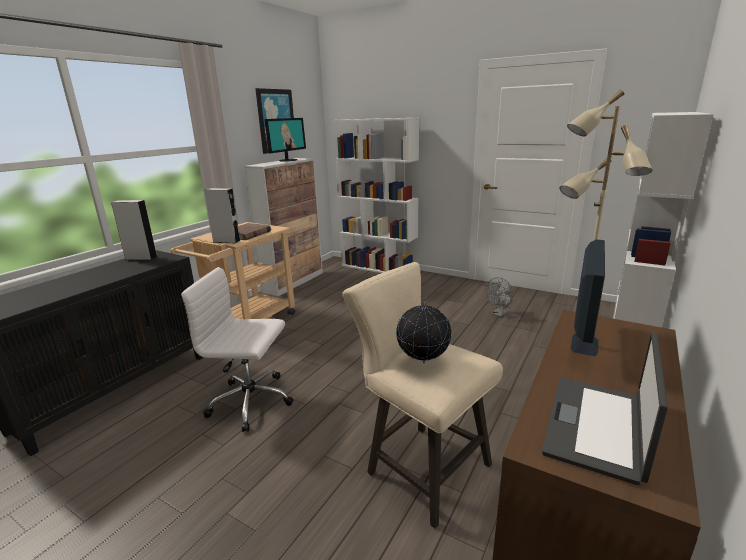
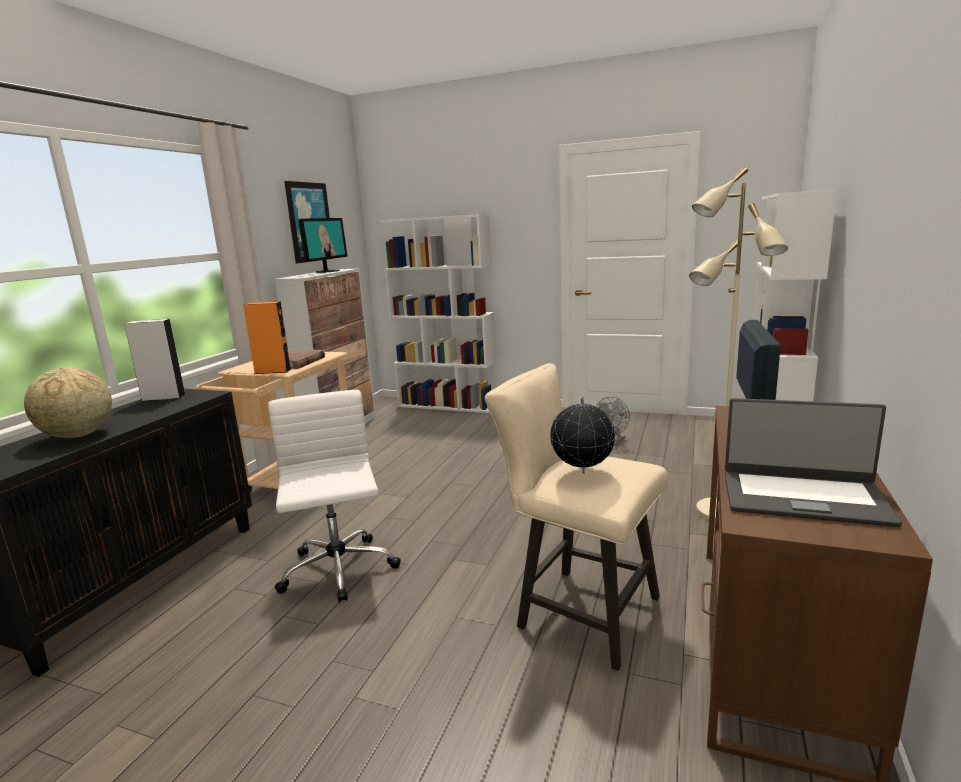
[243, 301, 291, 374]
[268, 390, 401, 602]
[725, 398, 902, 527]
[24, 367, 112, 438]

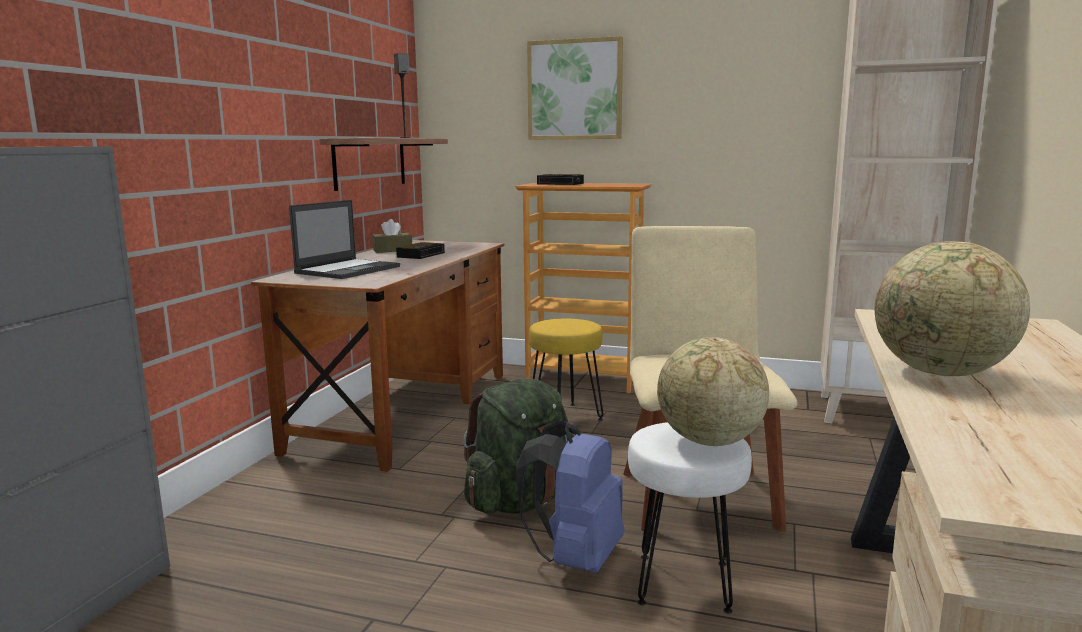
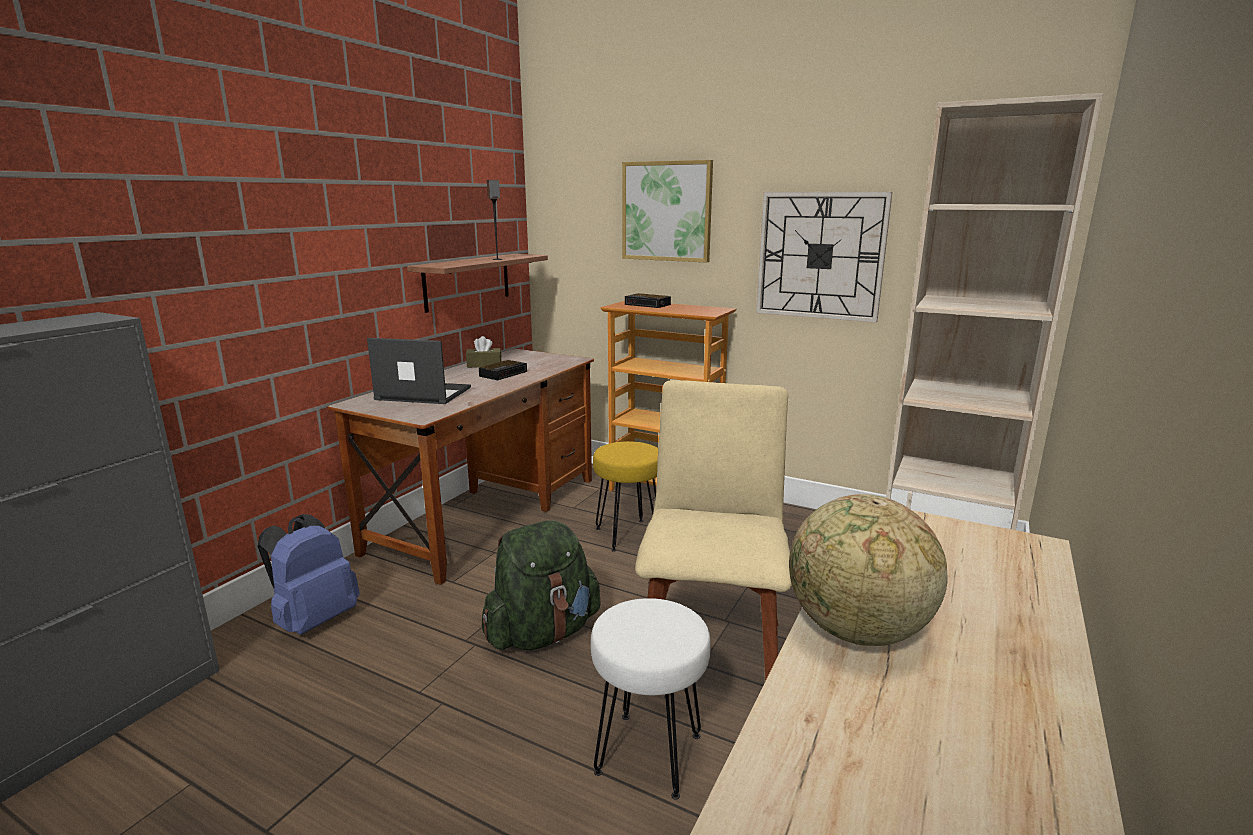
[367, 338, 471, 404]
[657, 337, 769, 446] (first image)
[258, 514, 360, 635]
[756, 192, 892, 323]

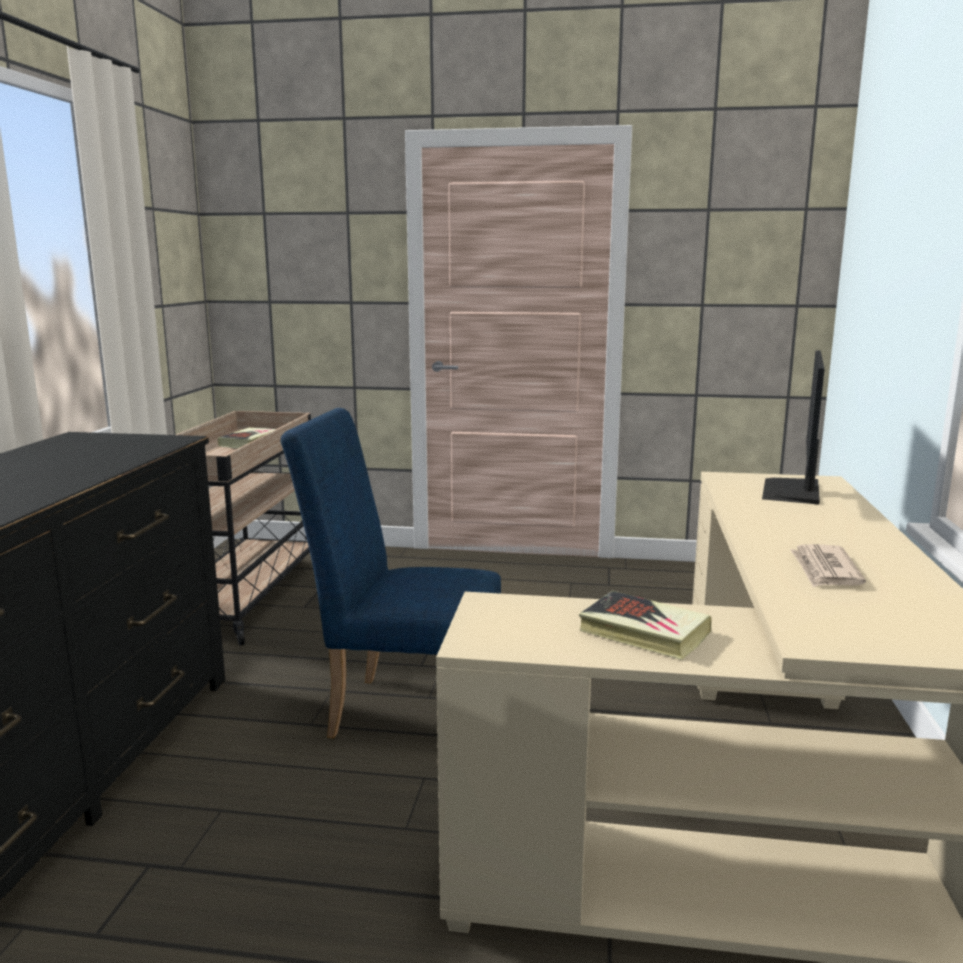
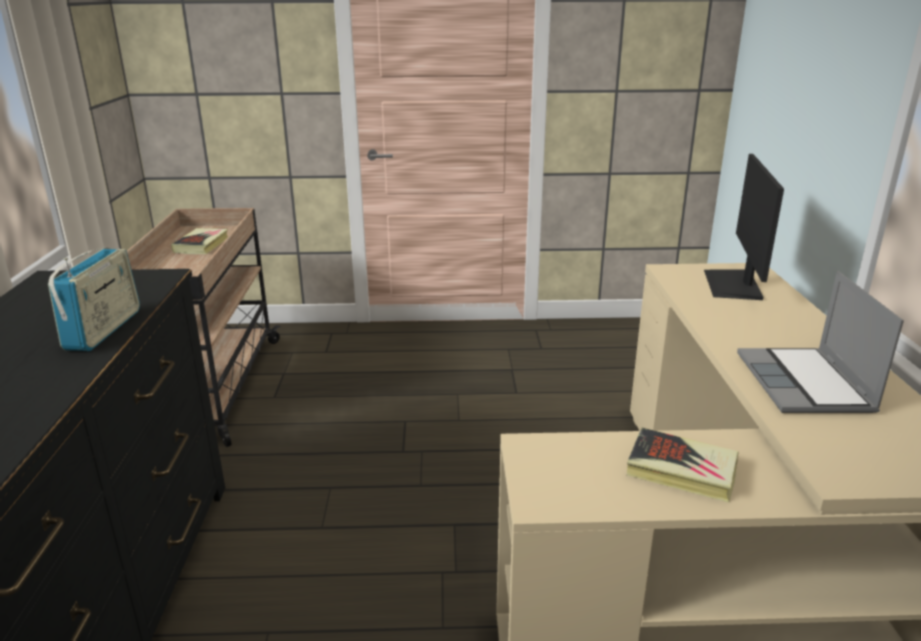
[281, 408, 501, 739] (first image)
[737, 271, 904, 413]
[48, 247, 140, 351]

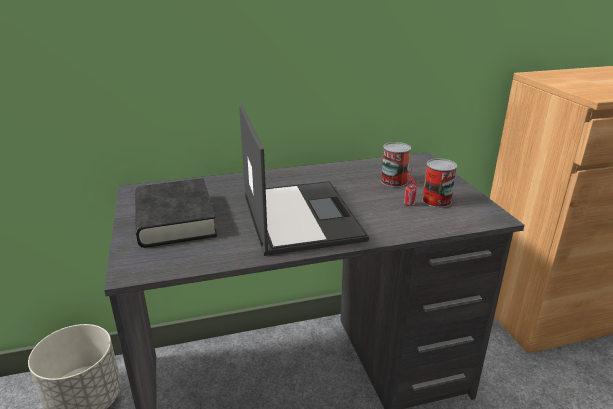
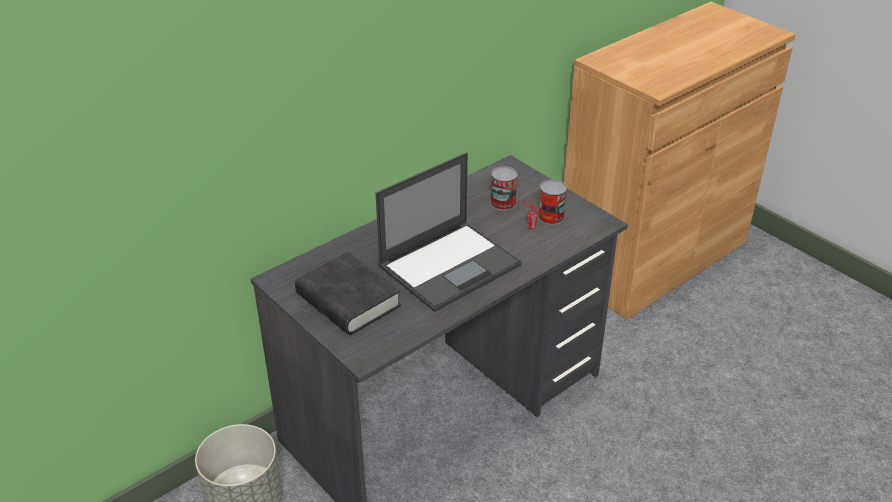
[375, 152, 522, 312]

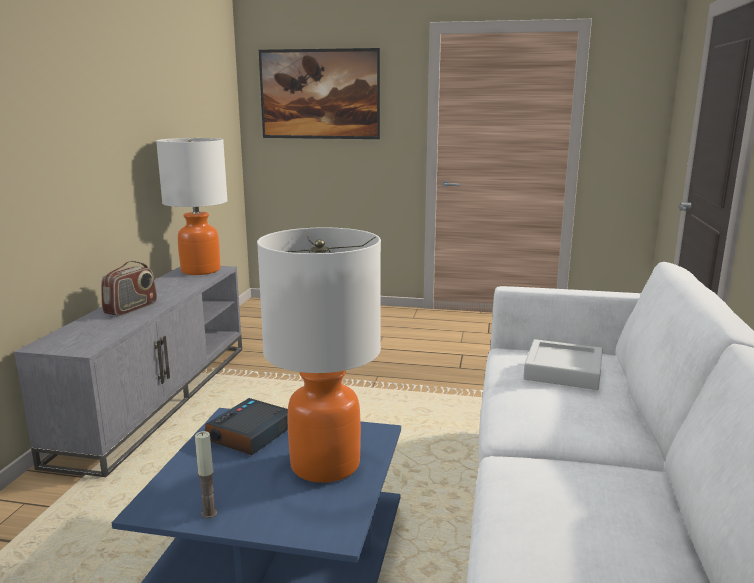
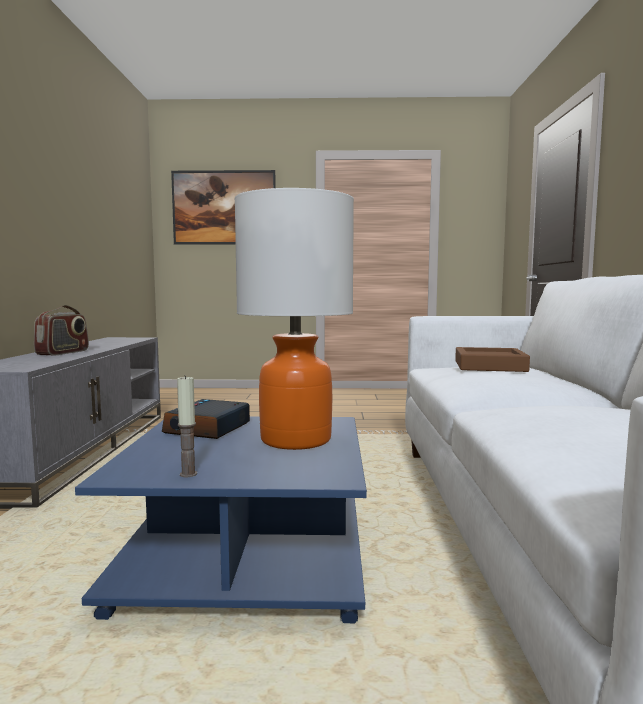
[156, 138, 228, 275] (first image)
[455, 347, 530, 372]

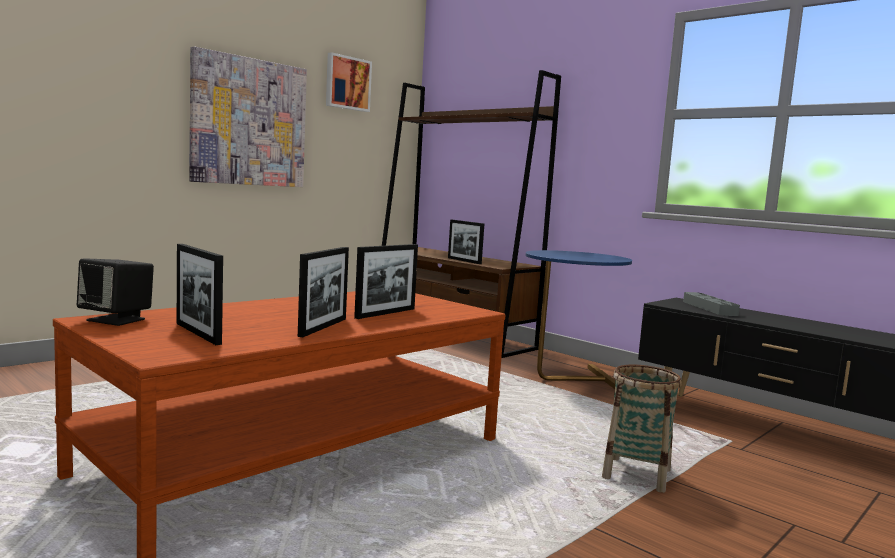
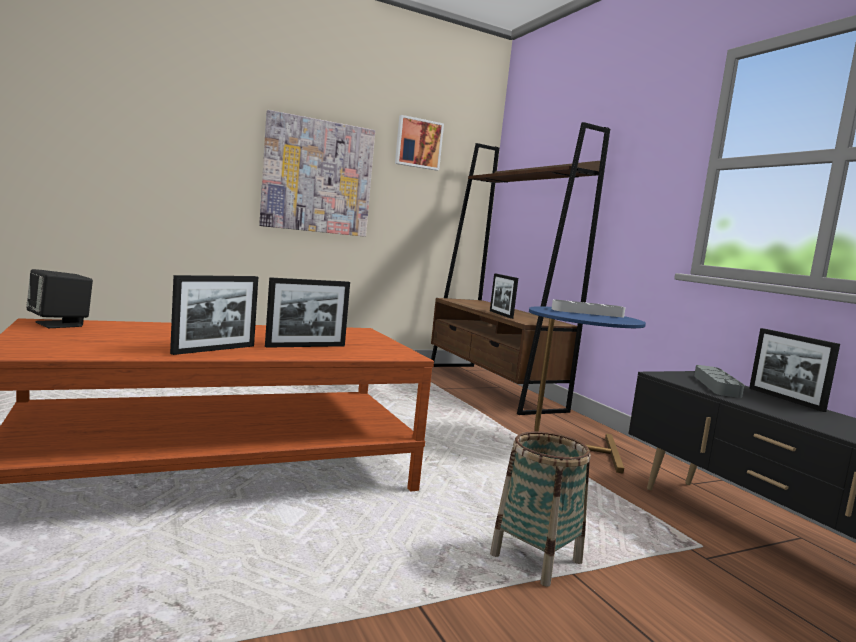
[749, 328, 840, 412]
[552, 299, 625, 317]

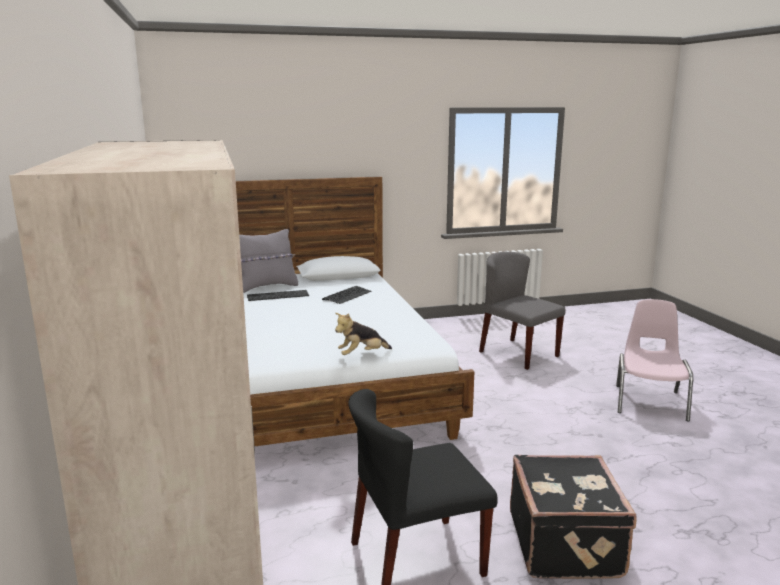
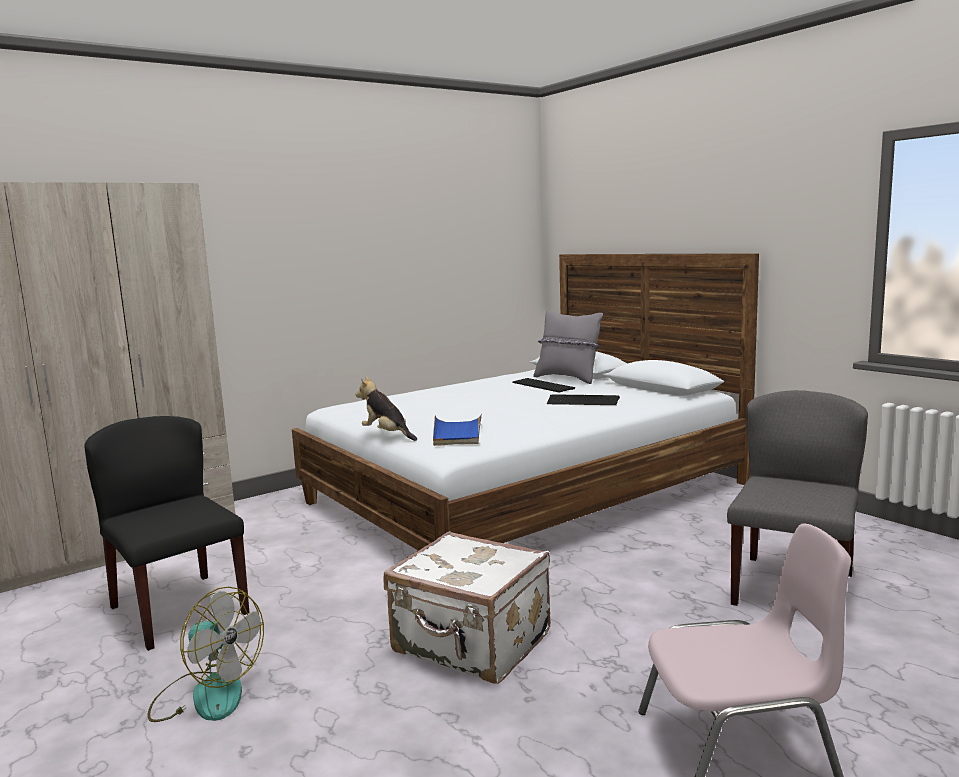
[147, 586, 264, 722]
[433, 414, 482, 446]
[383, 531, 551, 684]

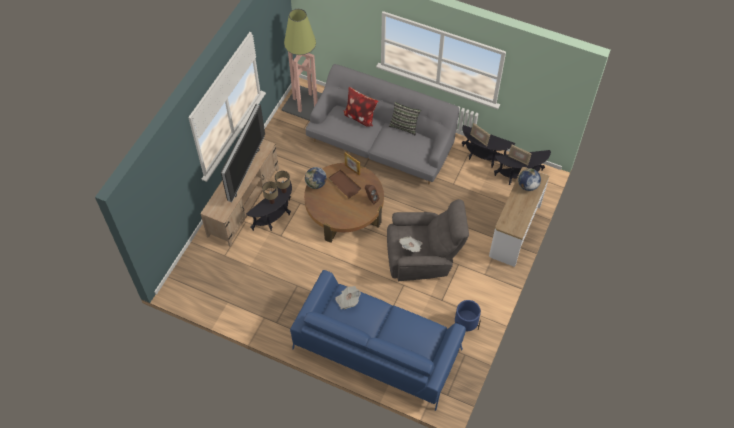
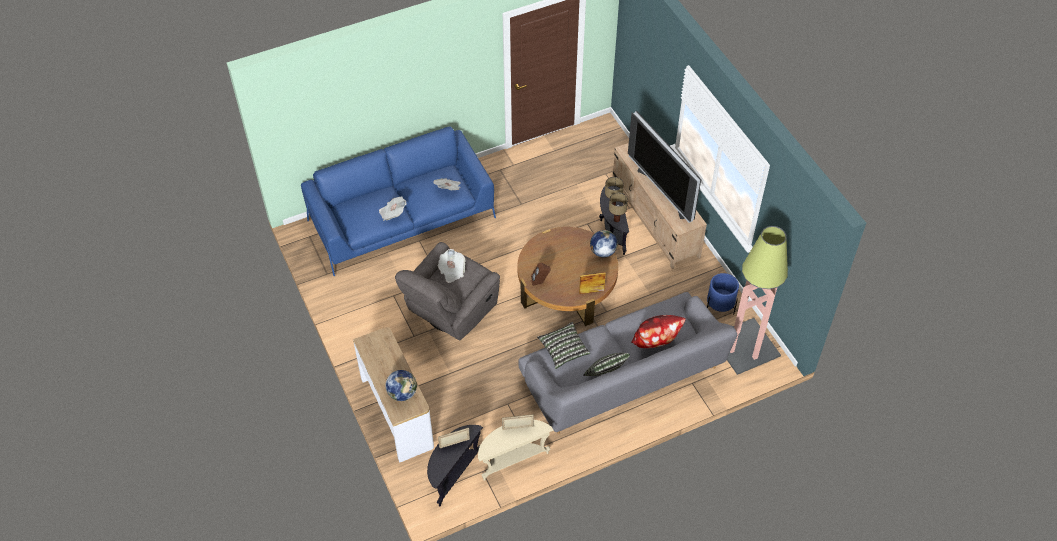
[478, 420, 554, 481]
[328, 169, 362, 198] (first image)
[707, 273, 739, 315]
[379, 196, 407, 221]
[537, 322, 590, 369]

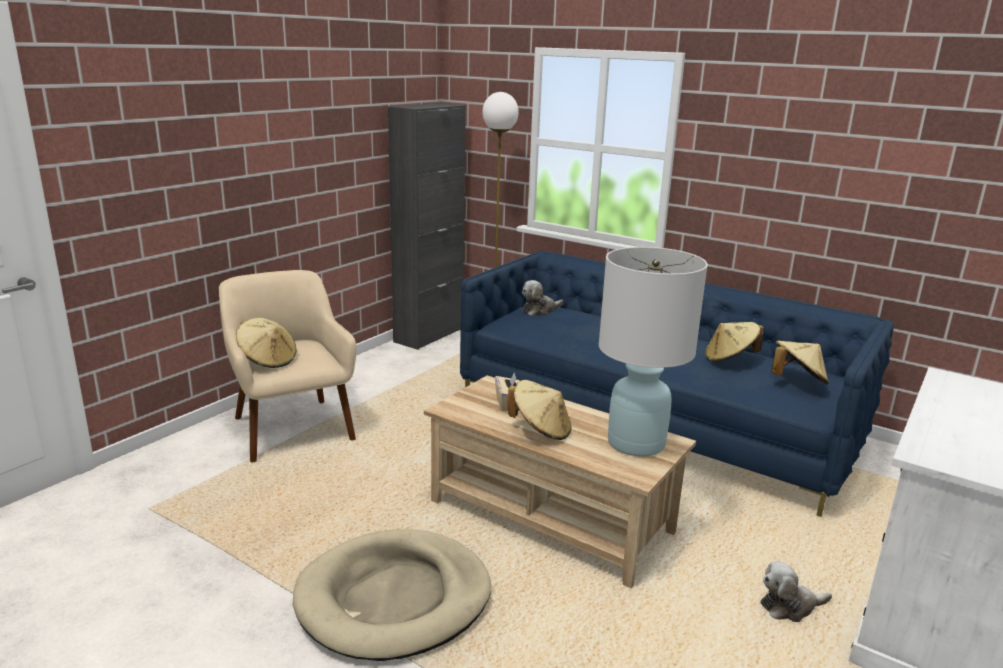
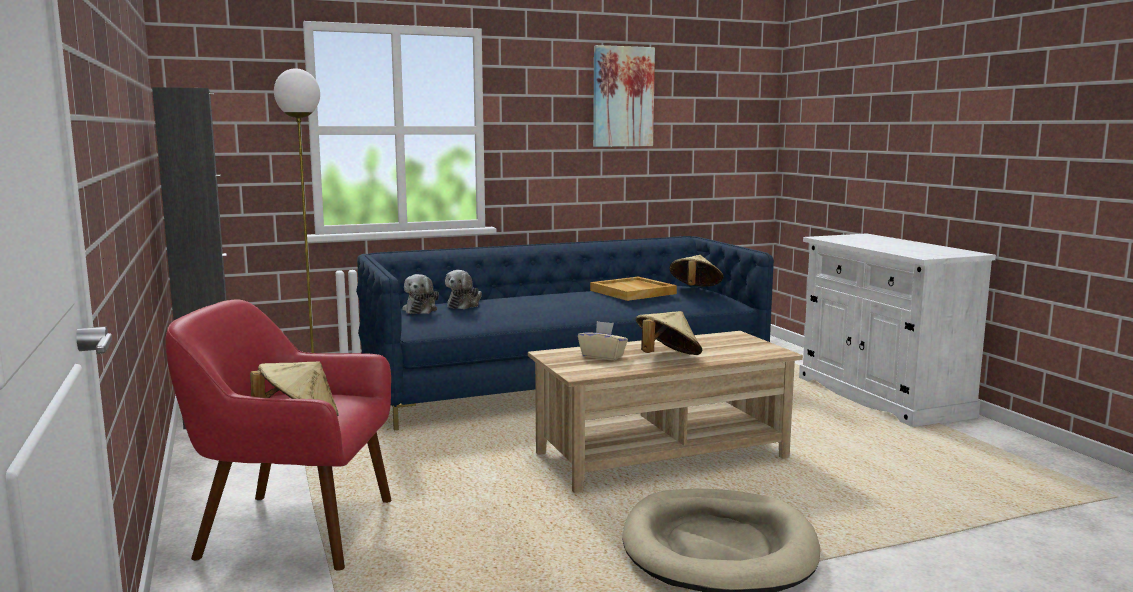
[599, 247, 708, 457] (first image)
[165, 299, 391, 571]
[590, 277, 677, 301]
[445, 270, 482, 309]
[593, 45, 655, 147]

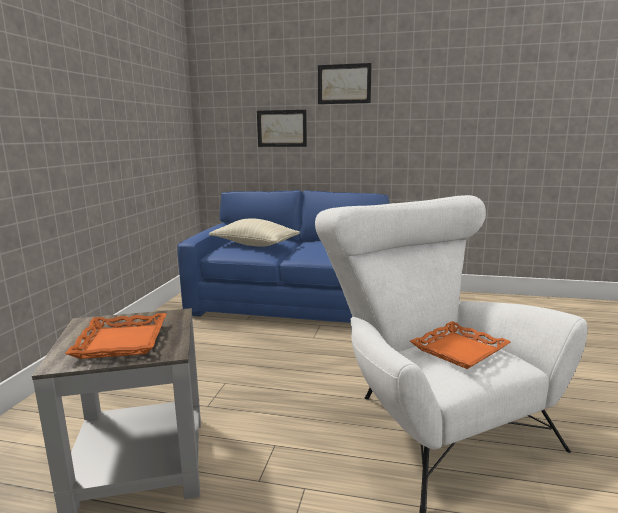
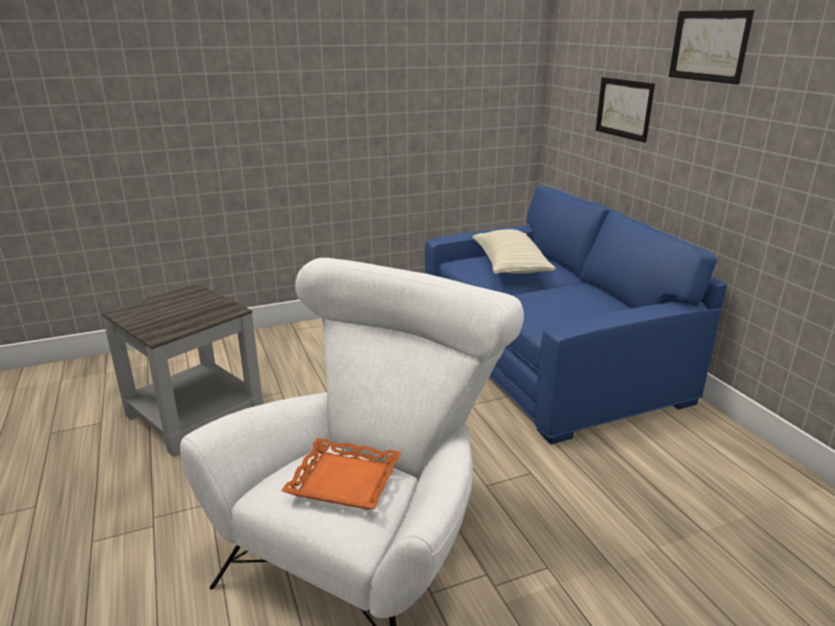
[65, 313, 166, 359] (first image)

